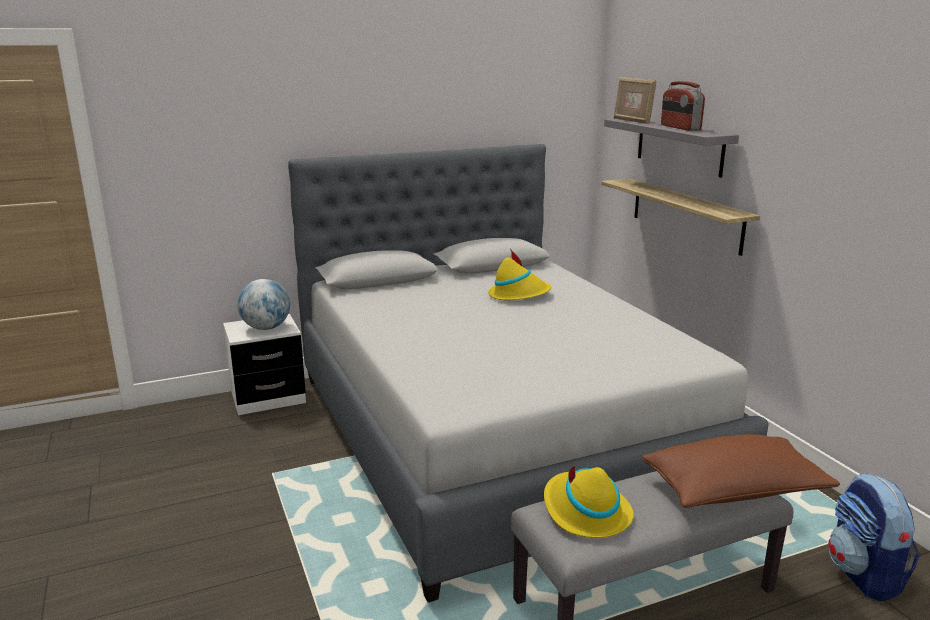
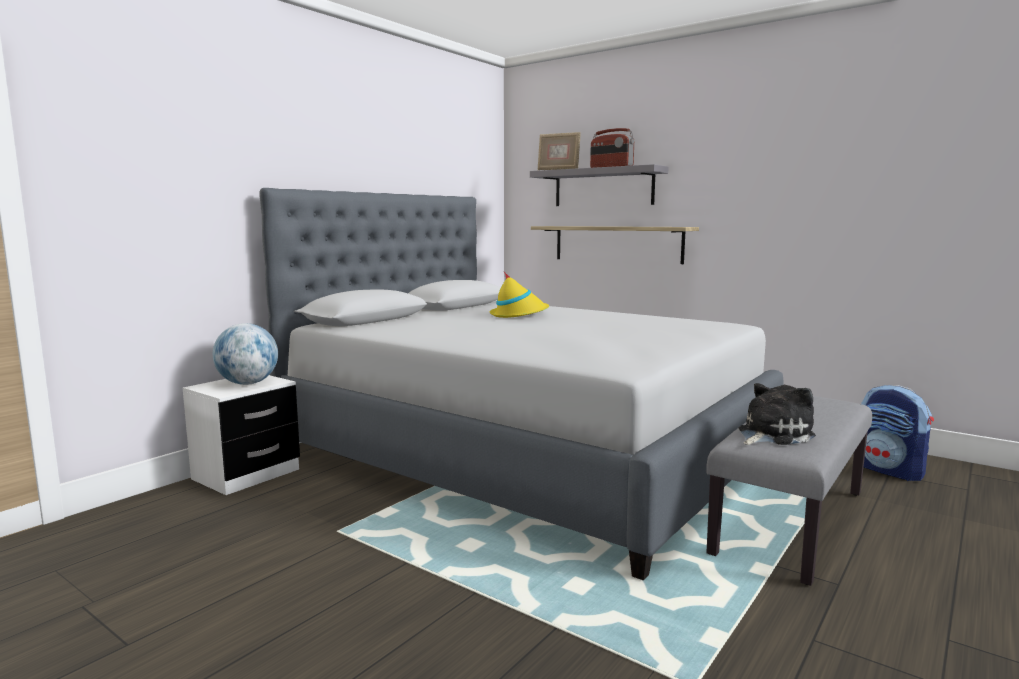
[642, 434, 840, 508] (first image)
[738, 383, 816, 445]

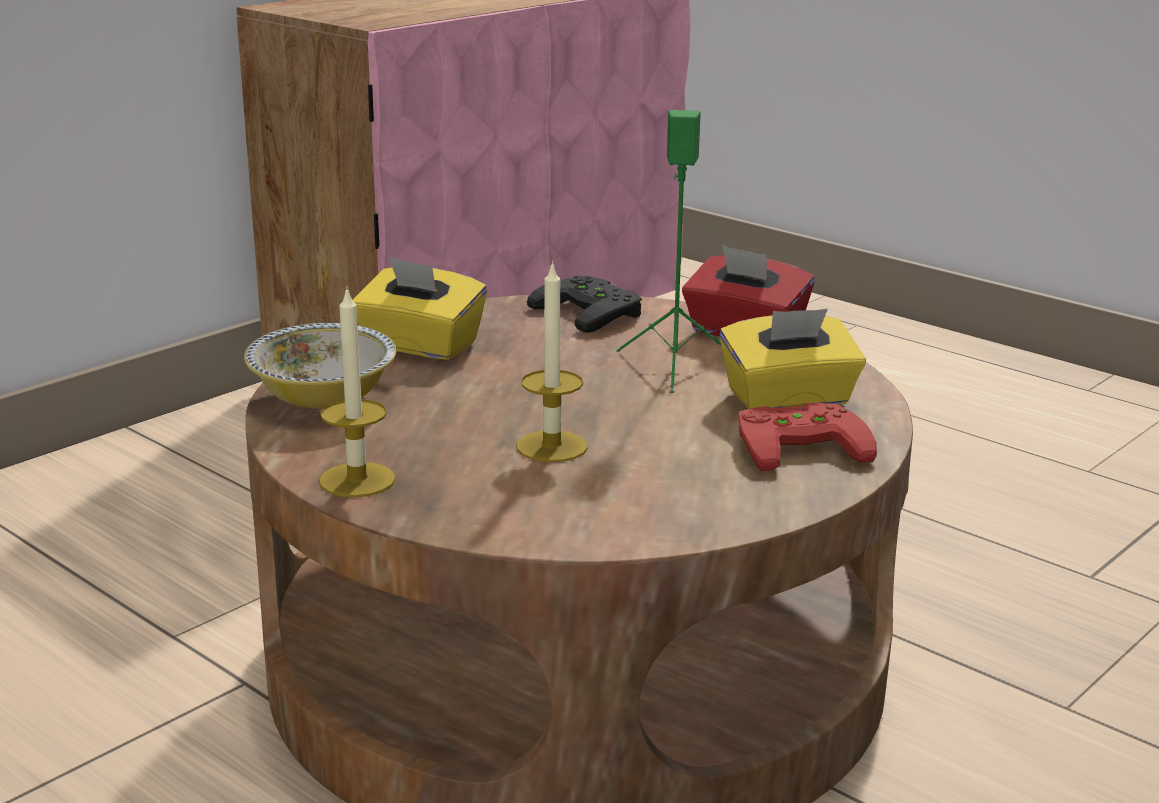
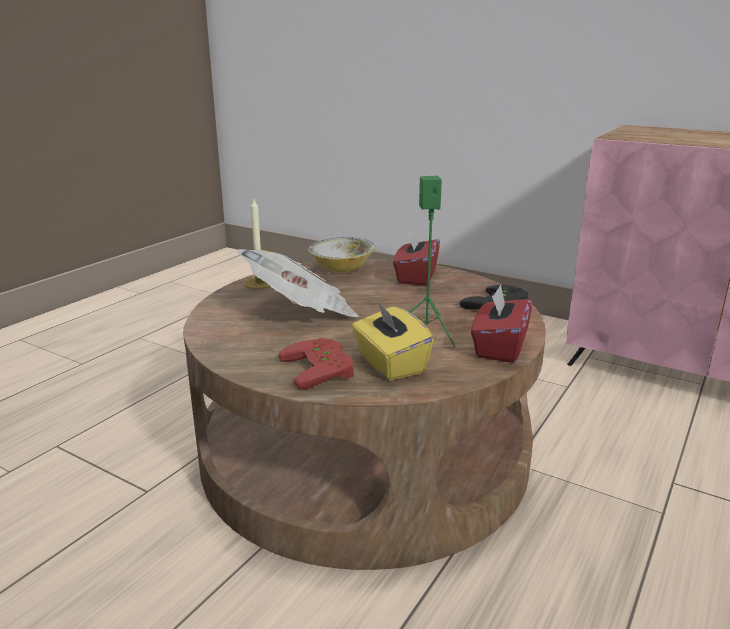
[393, 228, 440, 286]
[238, 249, 360, 317]

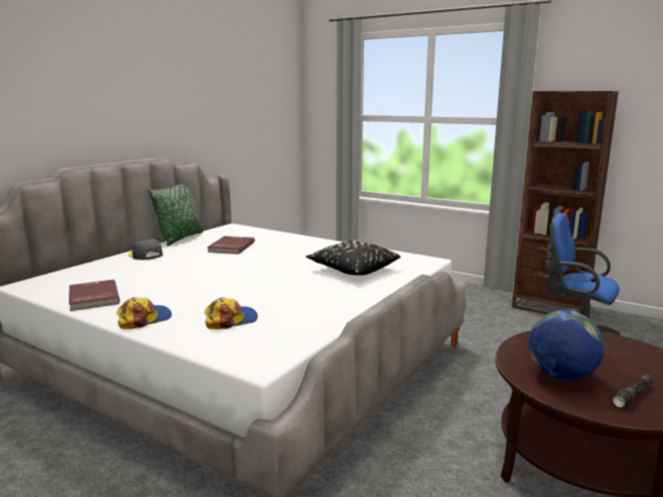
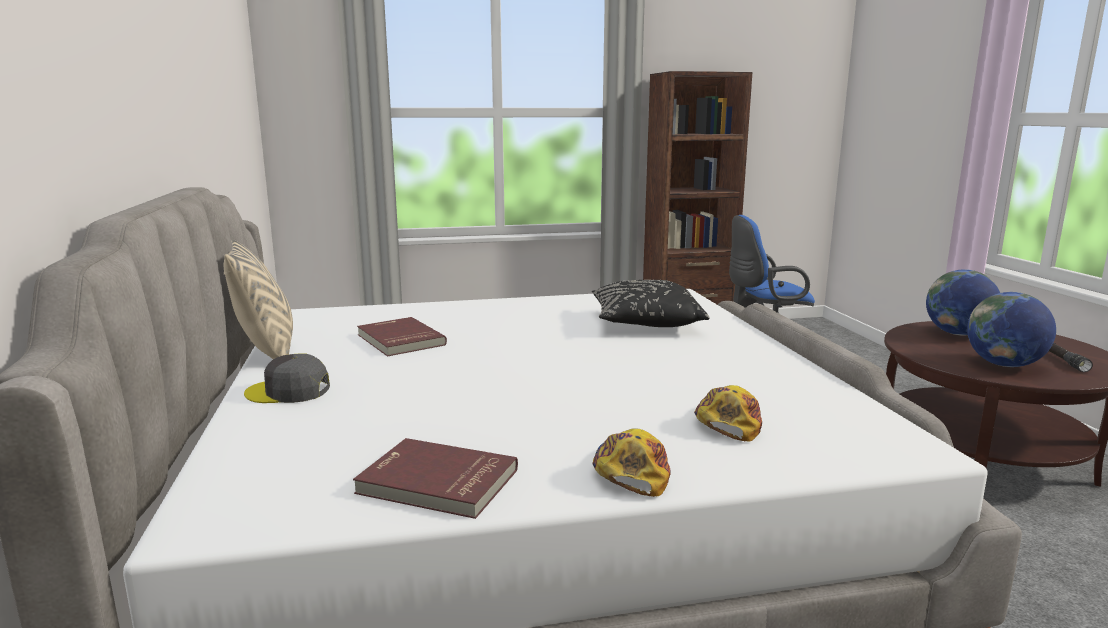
[224, 240, 293, 359]
[926, 269, 1000, 335]

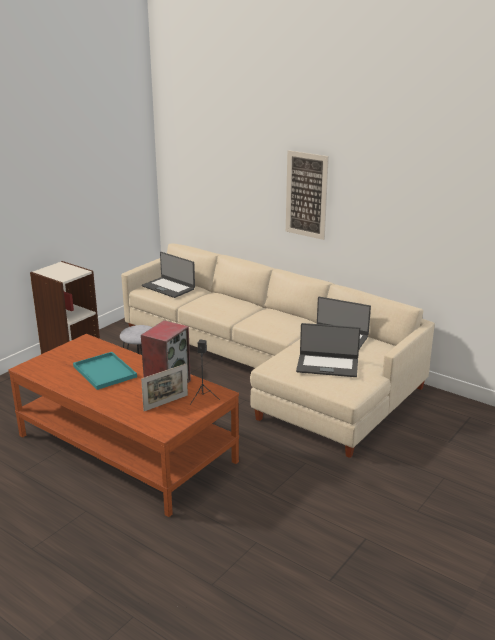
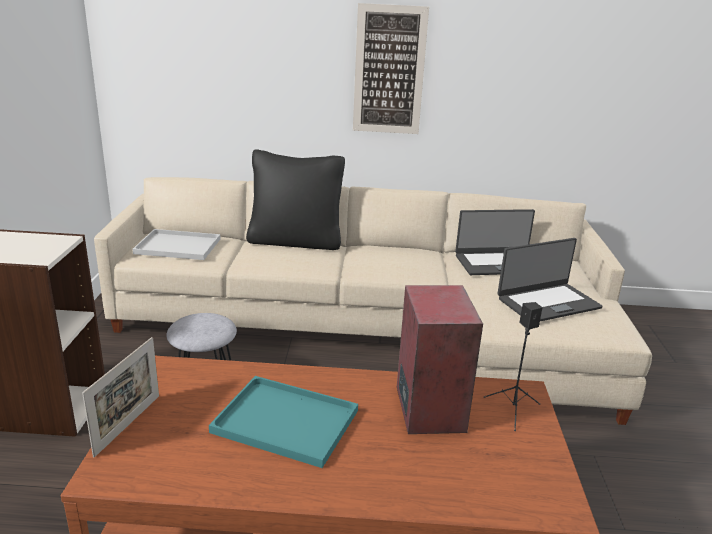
[133, 229, 221, 260]
[82, 337, 159, 457]
[246, 149, 345, 250]

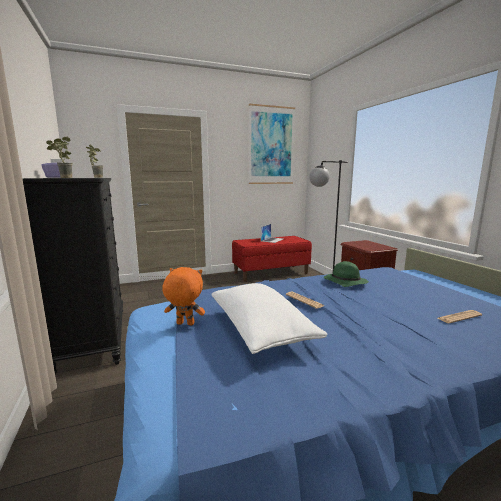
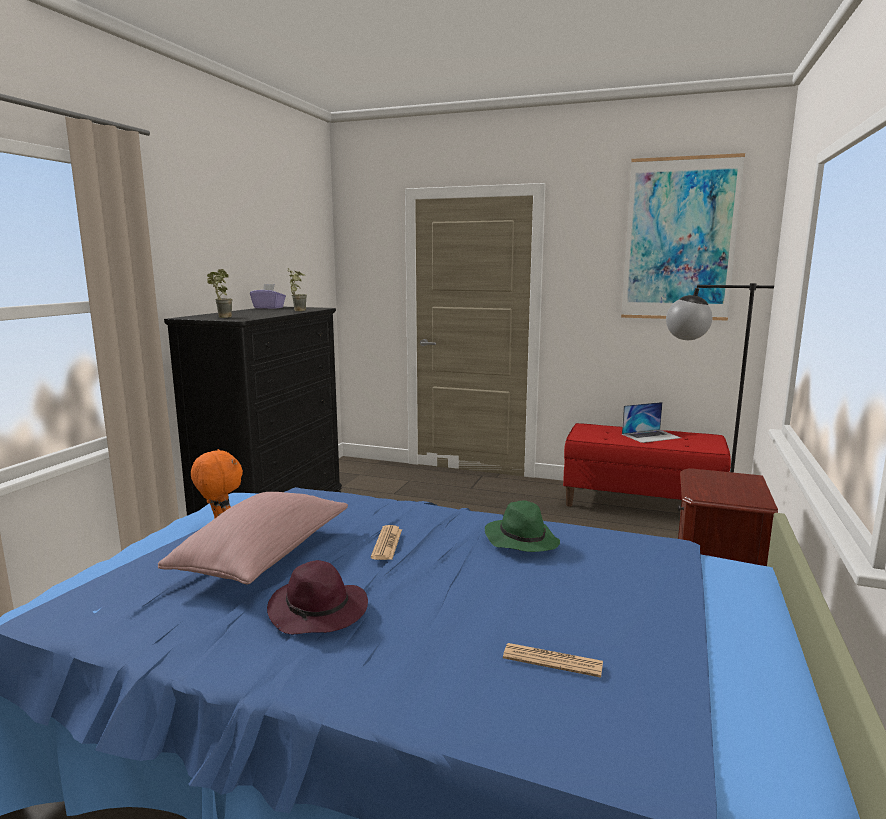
[158, 492, 348, 584]
[267, 560, 368, 635]

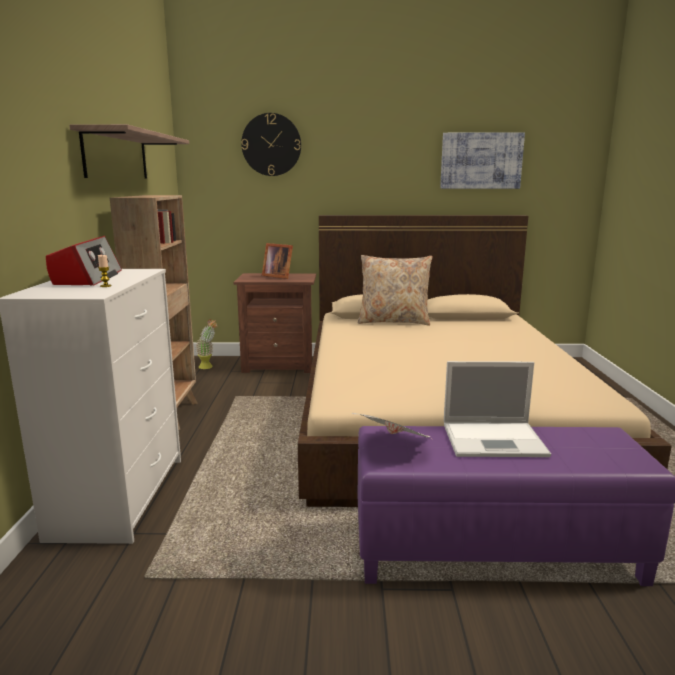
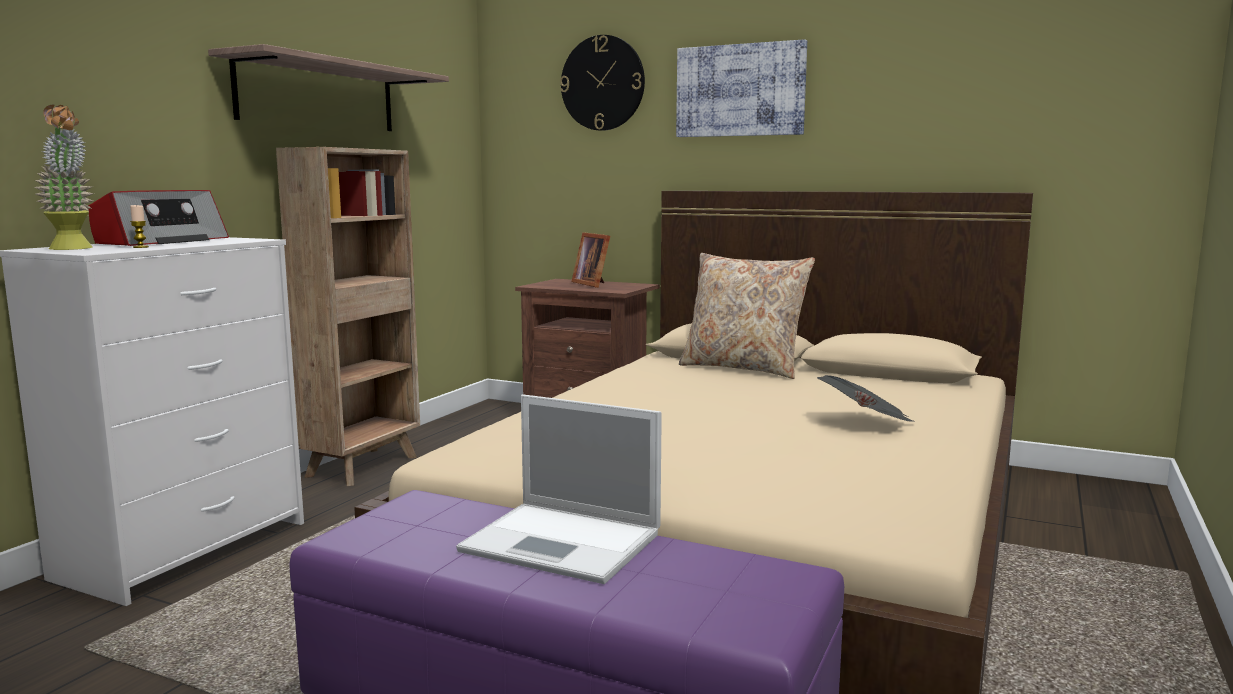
[676, 39, 807, 137]
[34, 104, 94, 250]
[817, 375, 916, 422]

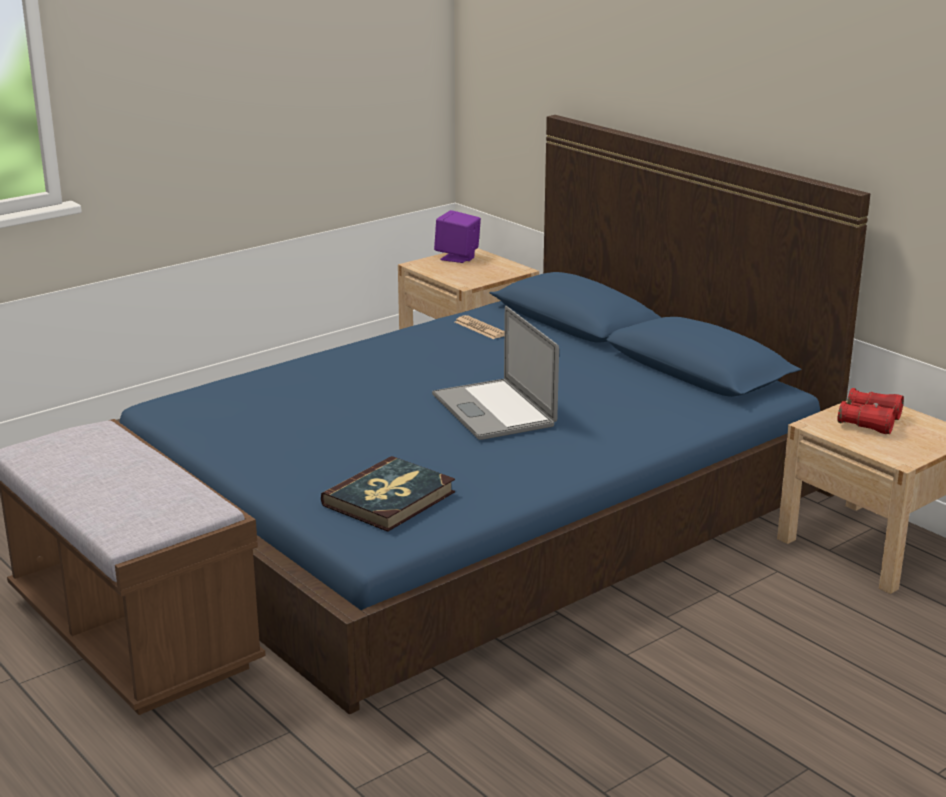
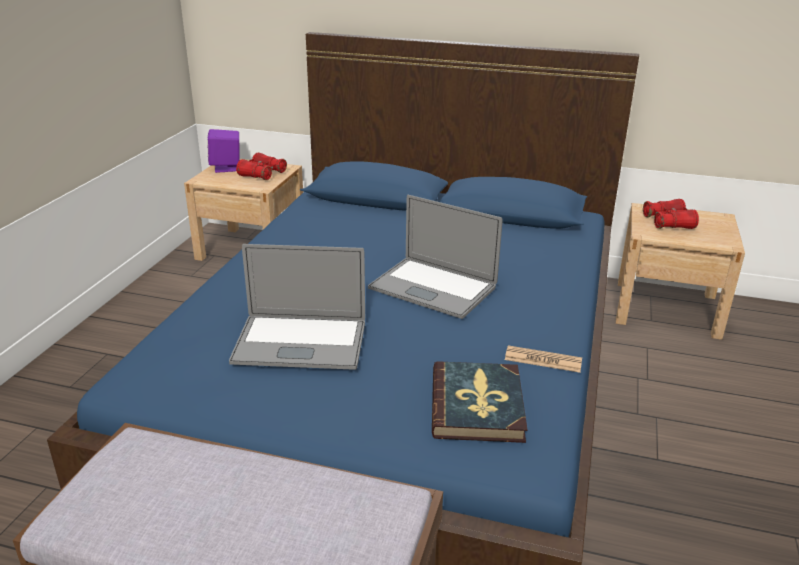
[505, 345, 582, 373]
[236, 153, 287, 180]
[229, 244, 365, 370]

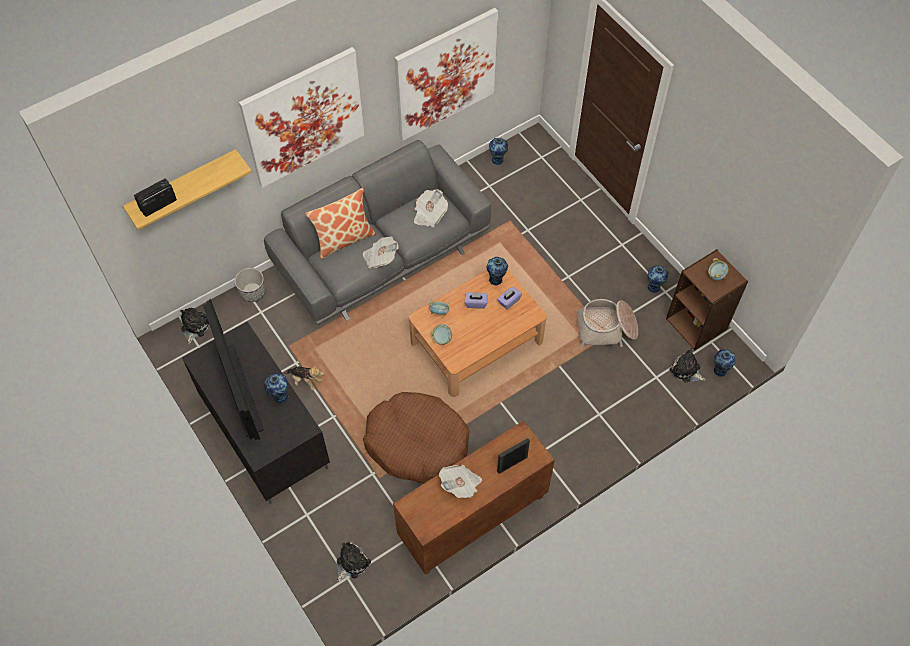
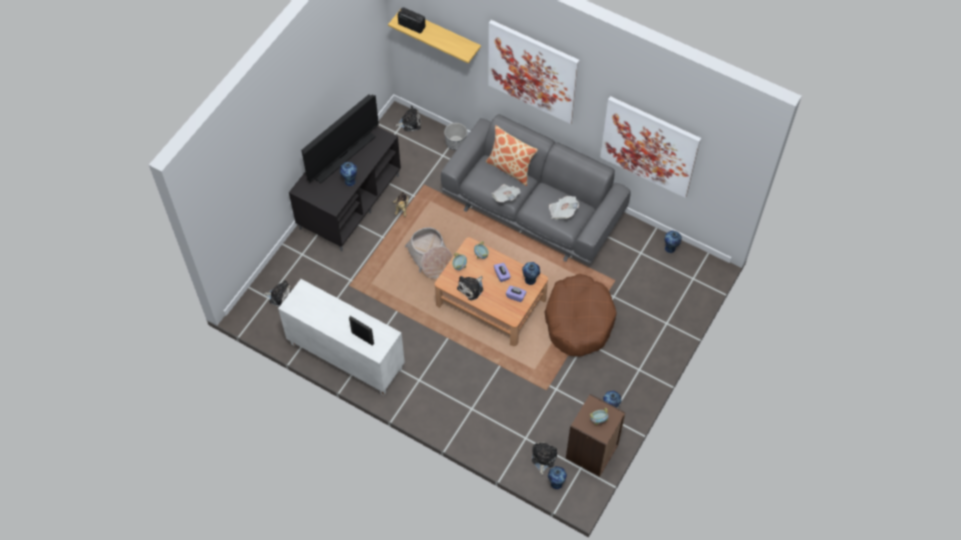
[405, 227, 452, 279]
[544, 274, 617, 357]
[278, 279, 405, 395]
[439, 465, 482, 498] (first image)
[457, 276, 483, 300]

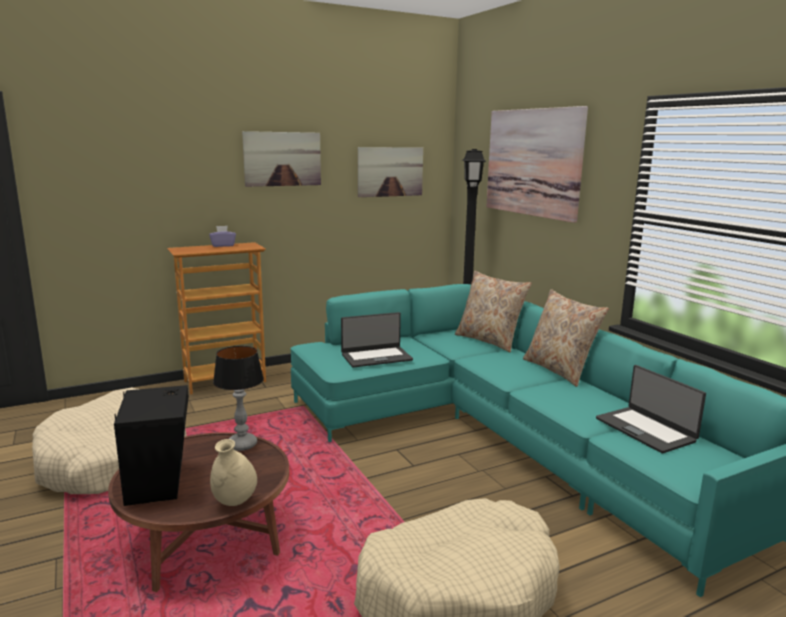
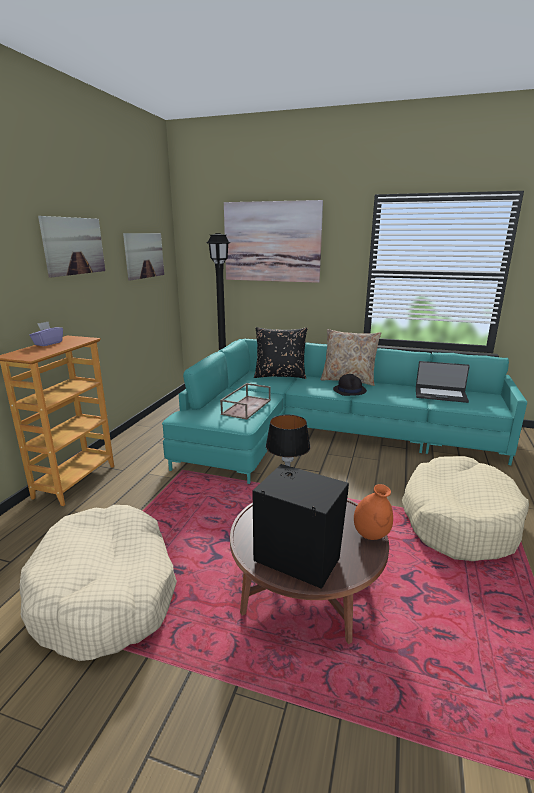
[254, 327, 308, 379]
[220, 383, 271, 420]
[354, 484, 393, 540]
[333, 374, 367, 396]

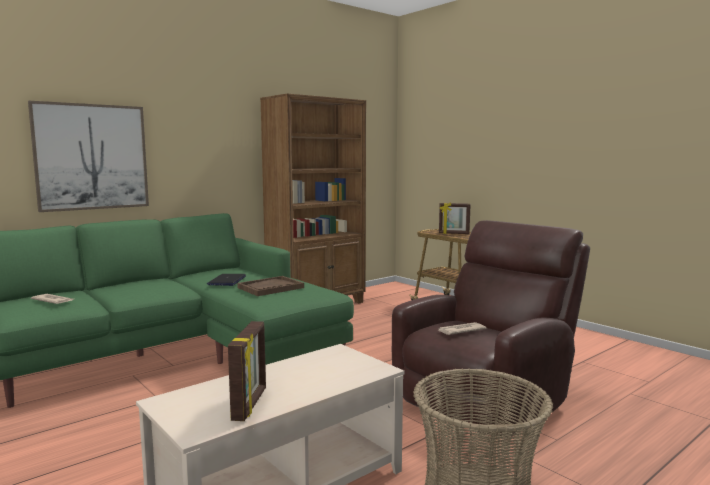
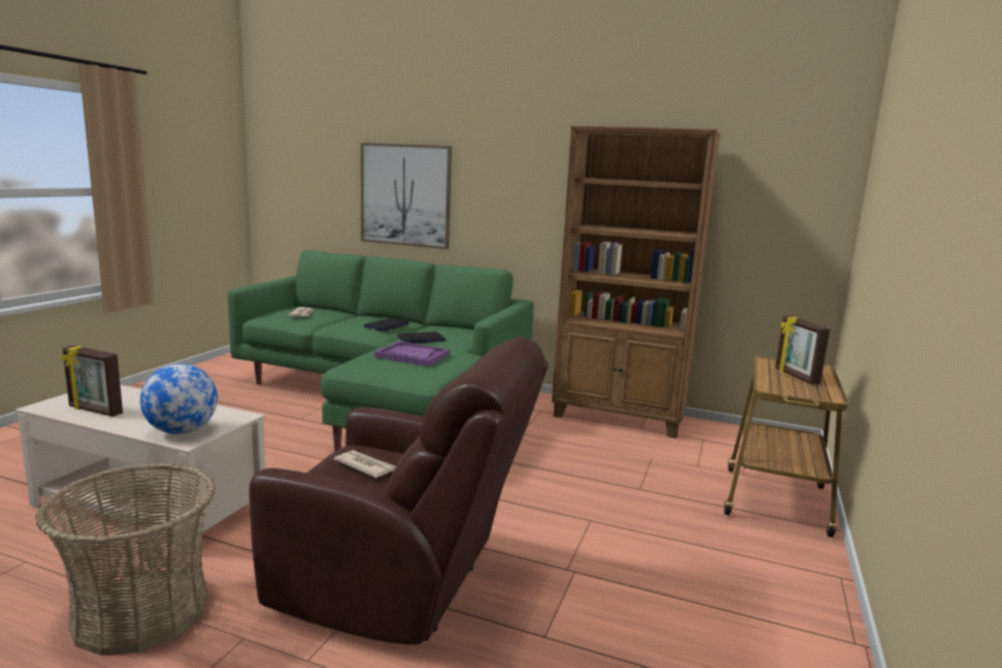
[375, 341, 450, 366]
[61, 345, 123, 417]
[363, 318, 410, 331]
[140, 364, 218, 434]

